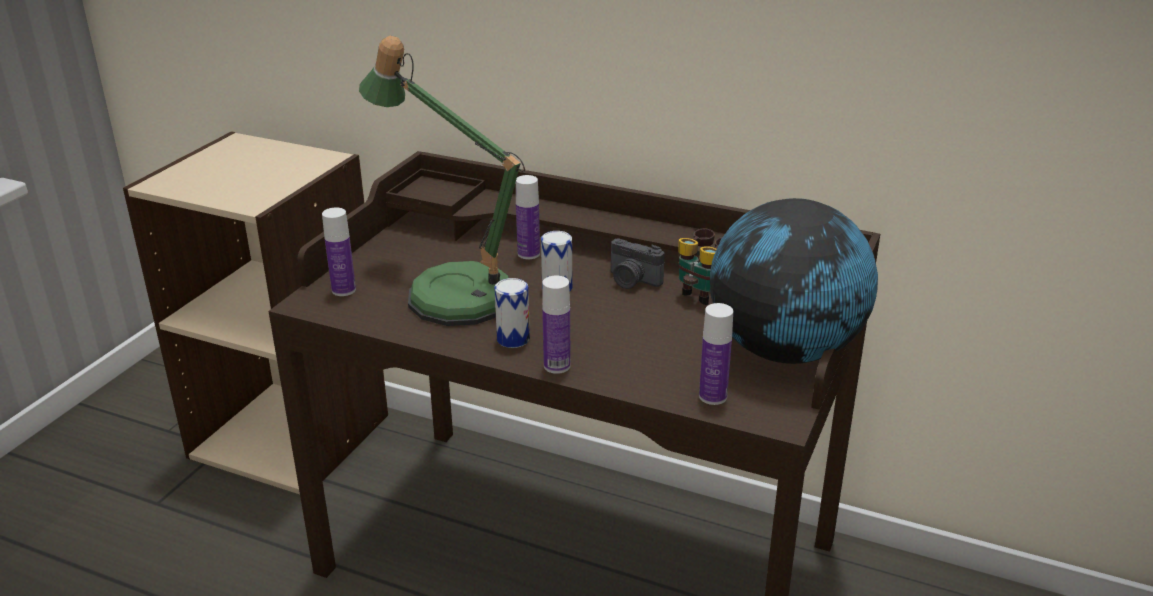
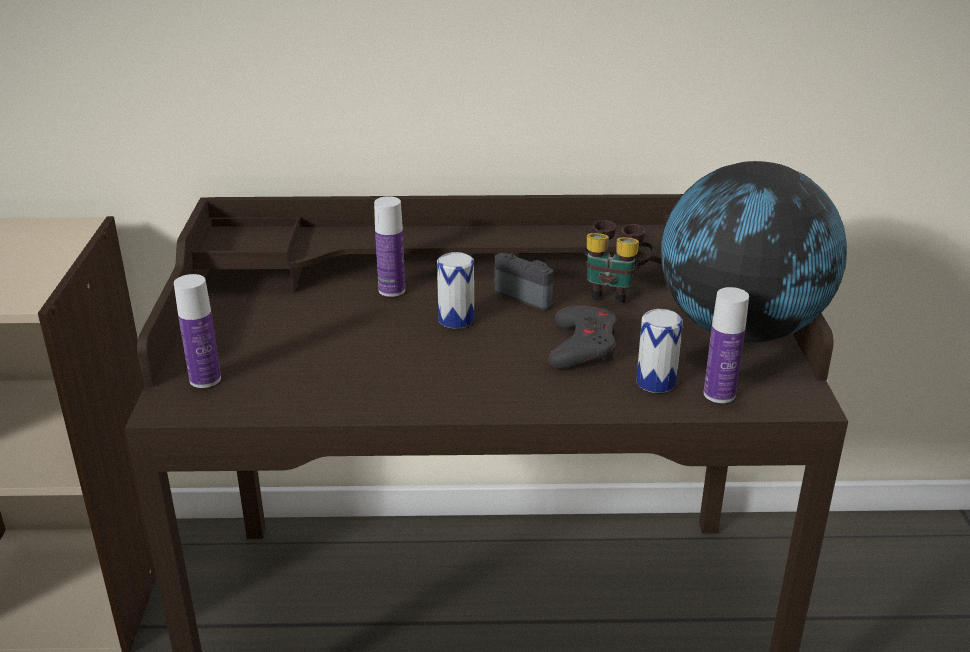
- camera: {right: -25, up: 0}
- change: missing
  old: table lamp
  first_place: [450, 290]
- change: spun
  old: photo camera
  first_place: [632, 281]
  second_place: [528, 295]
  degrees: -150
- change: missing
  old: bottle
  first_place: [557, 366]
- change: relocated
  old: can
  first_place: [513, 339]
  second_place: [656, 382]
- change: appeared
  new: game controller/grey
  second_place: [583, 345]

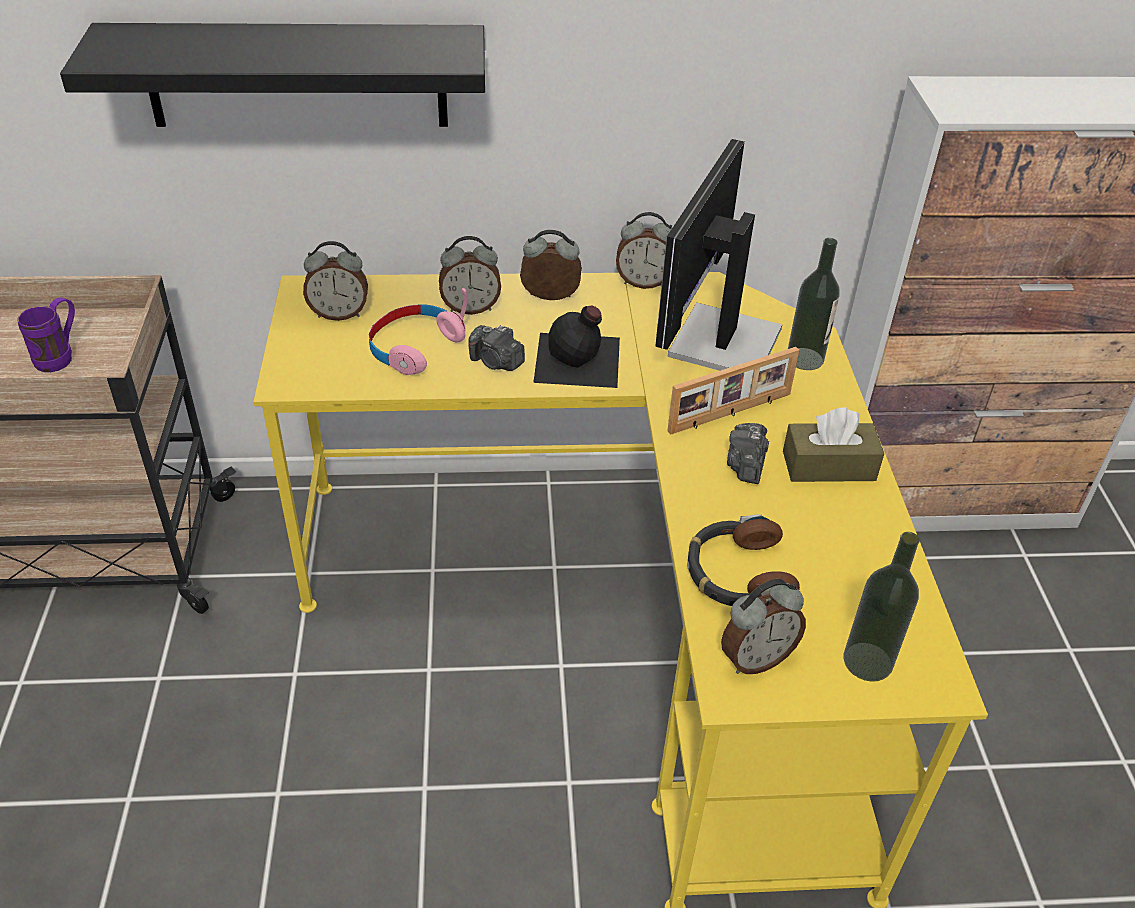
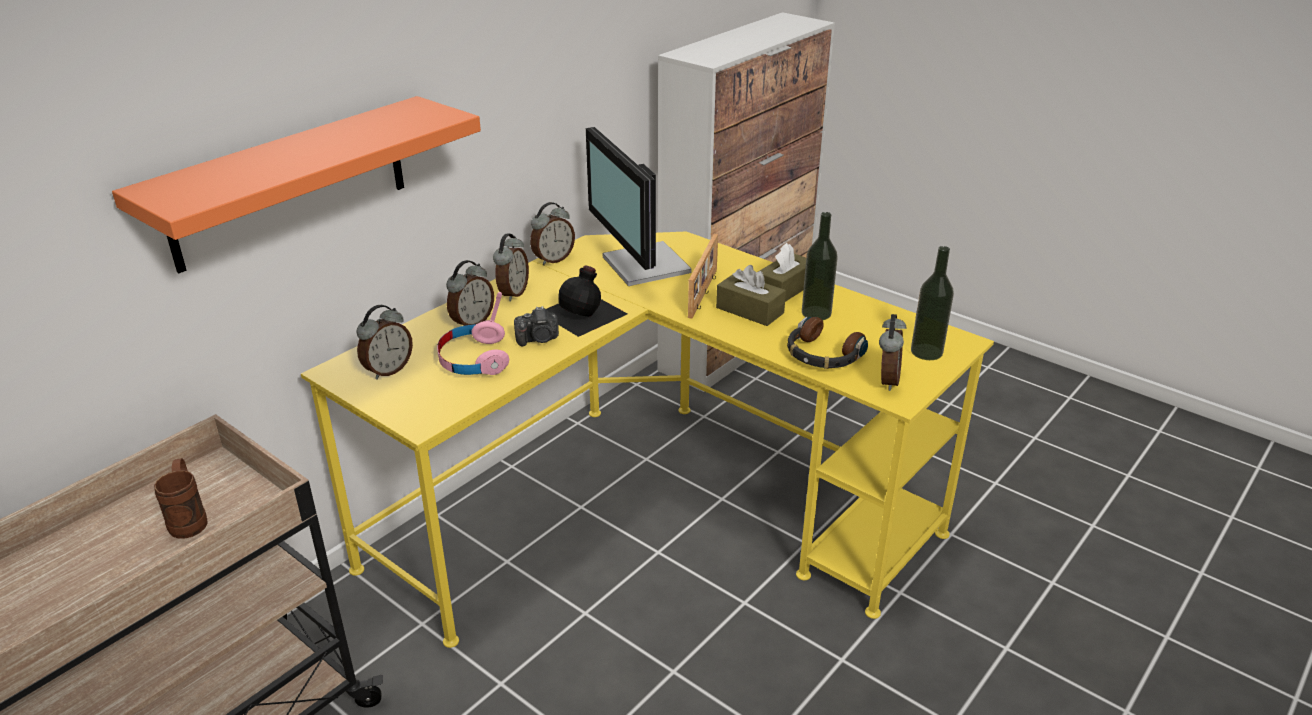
- camera: {right: -45, up: -10}
- change: colour
  old: shelf/black
  new: shelf/orange
  first_place: [297, 75]
  second_place: [290, 183]
- change: spun
  old: alarm clock
  first_place: [550, 298]
  second_place: [512, 293]
  degrees: 150
- change: relocated
  old: bottle
  first_place: [805, 359]
  second_place: [816, 313]
- change: colour
  old: mug/purple
  new: mug/brown
  first_place: [61, 356]
  second_place: [190, 519]
- change: exchanged
  old: photo camera
  new: tissue box/brown
  first_place: [746, 466]
  second_place: [750, 310]

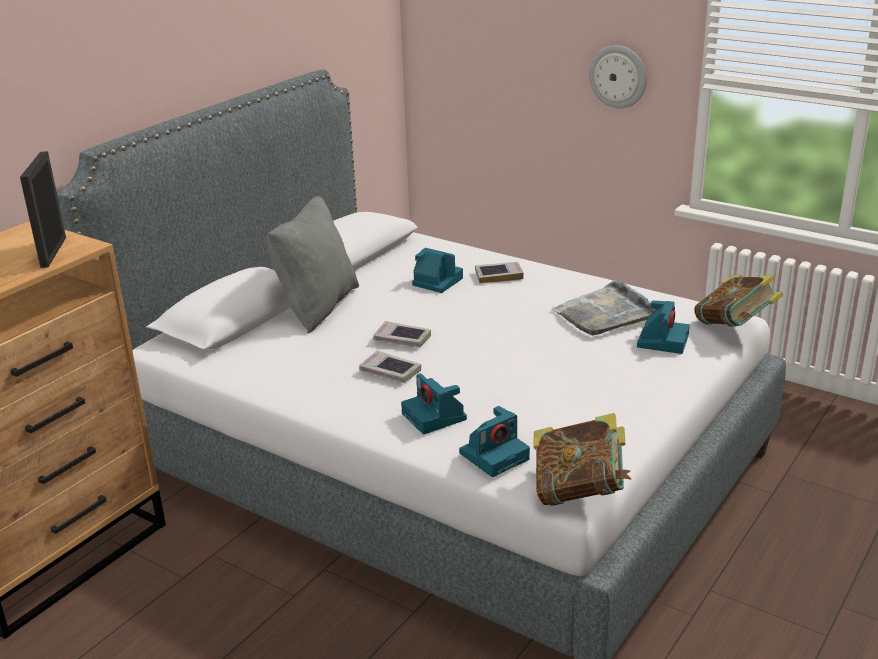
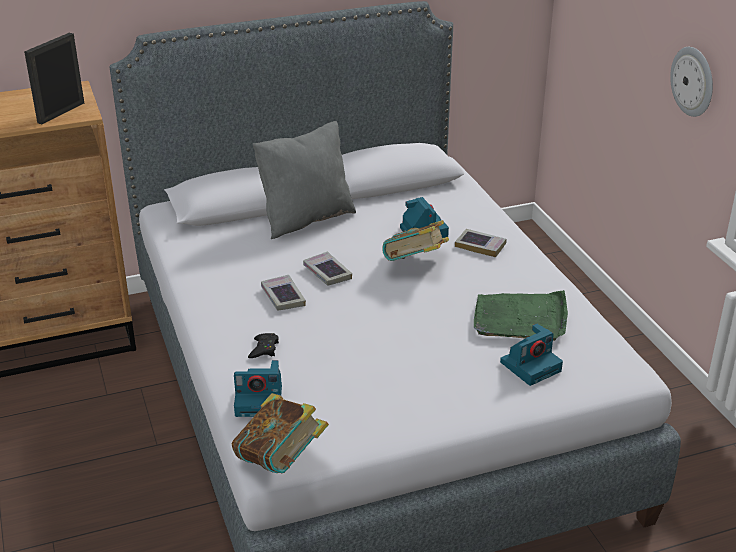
- camera: {right: 35, up: 5}
- change: relocated
  old: book
  first_place: [734, 328]
  second_place: [415, 265]
- change: colour
  old: tray/grey
  new: tray/green
  first_place: [606, 313]
  second_place: [520, 319]
- change: exchanged
  old: photo camera
  new: game controller/black
  first_place: [435, 417]
  second_place: [264, 349]

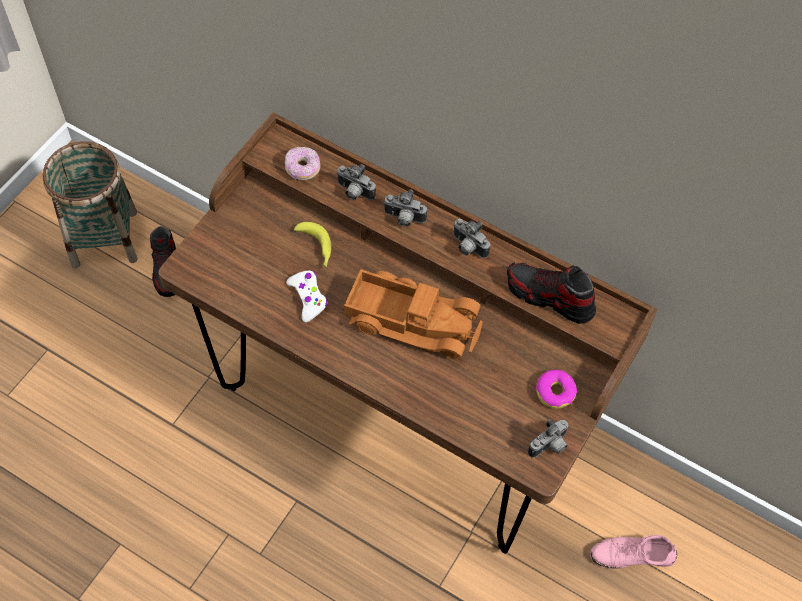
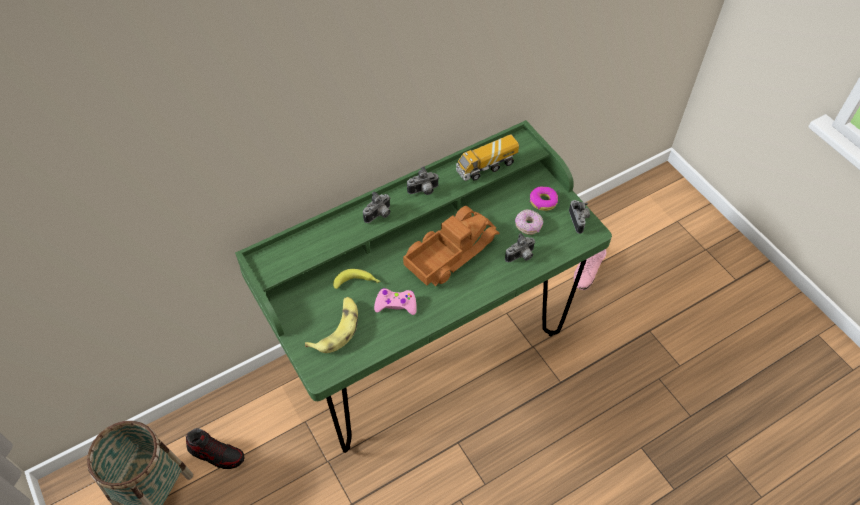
- camera: {right: -60, up: -5}
- change: colour
  old: desk/brown
  new: desk/green
  first_place: [396, 416]
  second_place: [429, 352]
- change: relocated
  old: donut
  first_place: [302, 168]
  second_place: [528, 226]
- change: relocated
  old: photo camera
  first_place: [354, 192]
  second_place: [521, 257]
- change: exchanged
  old: shoe
  new: toy truck
  first_place: [549, 297]
  second_place: [486, 167]
- change: colour
  old: game controller/white
  new: game controller/pink
  first_place: [308, 298]
  second_place: [396, 304]
- change: appeared
  new: banana
  second_place: [337, 328]

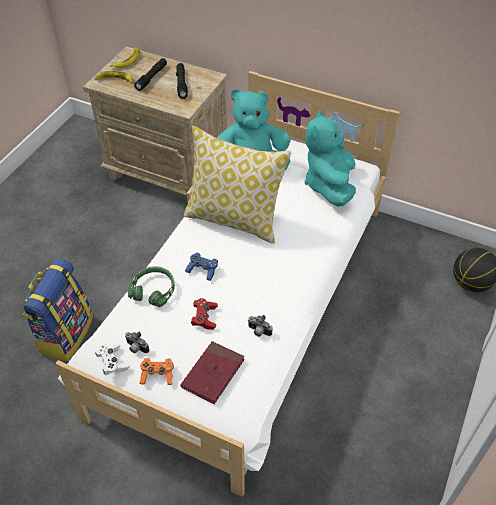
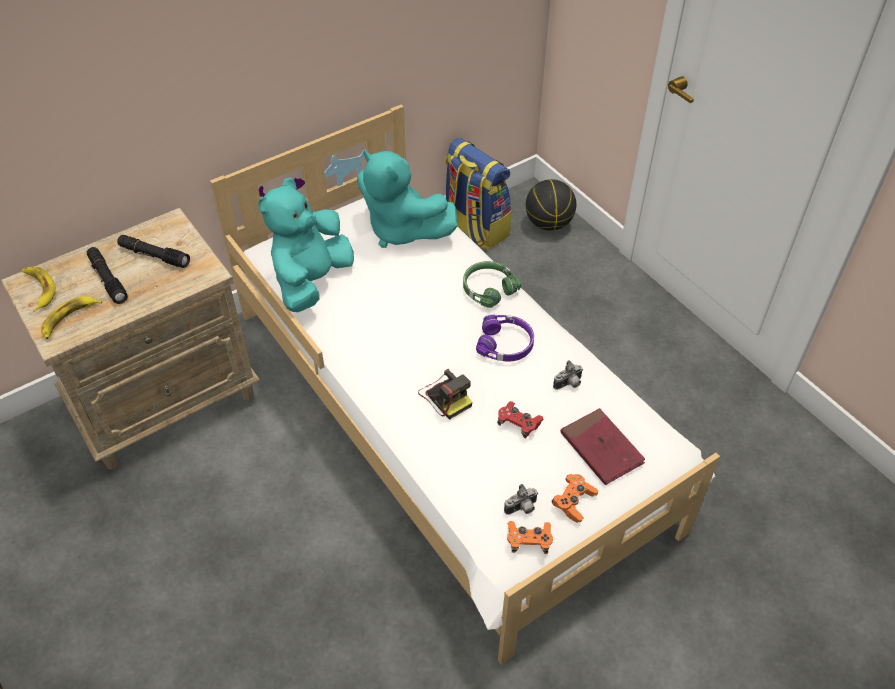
- camera: {right: -60, up: 0}
- change: missing
  old: pillow
  first_place: [235, 219]
- change: exchanged
  old: game controller/blue
  new: photo camera
  first_place: [202, 270]
  second_place: [445, 396]
- change: relocated
  old: backpack
  first_place: [65, 334]
  second_place: [474, 228]
- change: relocated
  old: headphones/green
  first_place: [154, 289]
  second_place: [488, 288]
- change: colour
  old: game controller/white
  new: game controller/orange
  first_place: [113, 362]
  second_place: [529, 541]
- change: appeared
  new: headphones/purple
  second_place: [506, 344]

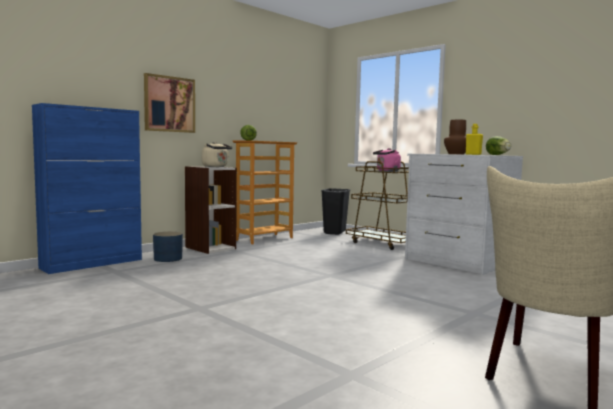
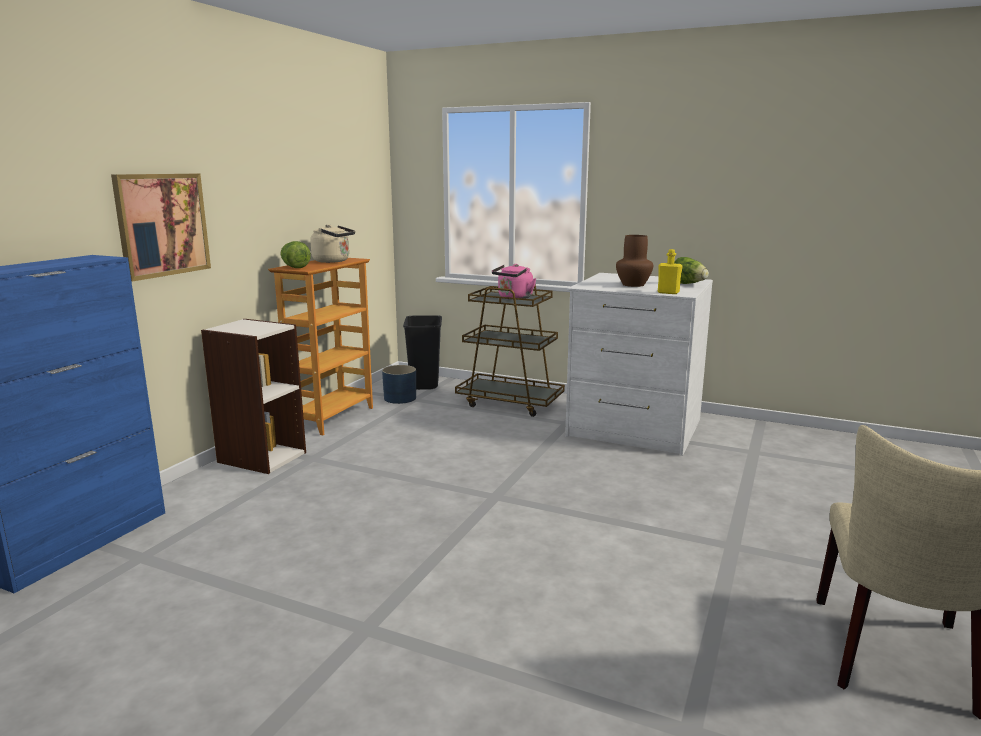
- camera: {right: -20, up: 10}
- change: relocated
  old: kettle/beige
  first_place: [216, 167]
  second_place: [333, 261]
- change: relocated
  old: planter/blue
  first_place: [168, 259]
  second_place: [400, 398]

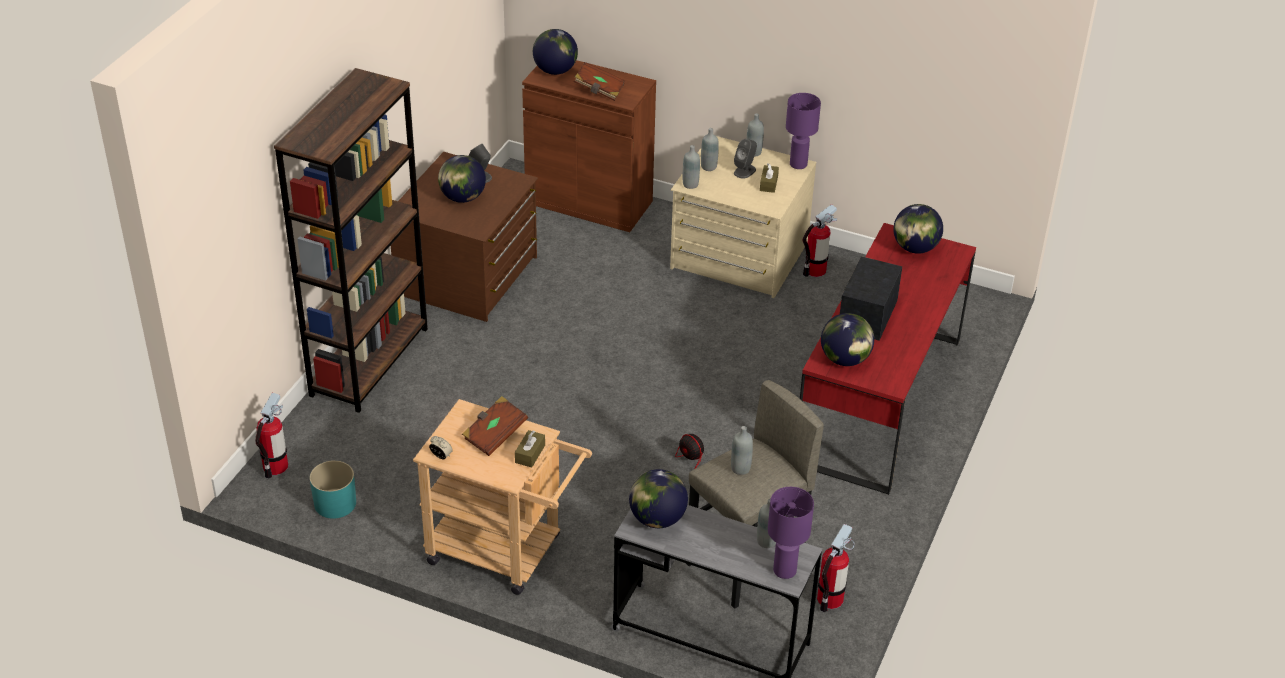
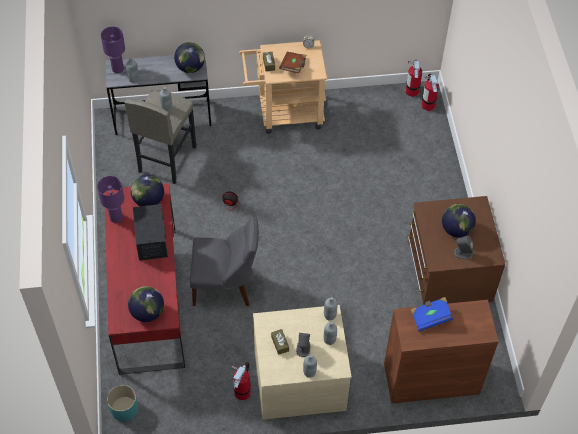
- camera: {right: 150, up: 15}
- change: missing
  old: globe
  first_place: [555, 70]
- change: colour
  old: book/brown
  new: book/blue
  first_place: [599, 90]
  second_place: [430, 317]
- change: missing
  old: bookcase/brown
  first_place: [369, 361]
- change: relocated
  old: table lamp/purple
  first_place: [798, 165]
  second_place: [116, 217]
- change: relocated
  old: planter/turquoise
  first_place: [335, 503]
  second_place: [124, 409]
- change: relocated
  old: fire extinguisher
  first_place: [830, 599]
  second_place: [412, 91]
- change: appeared
  new: chair/grey
  second_place: [225, 286]

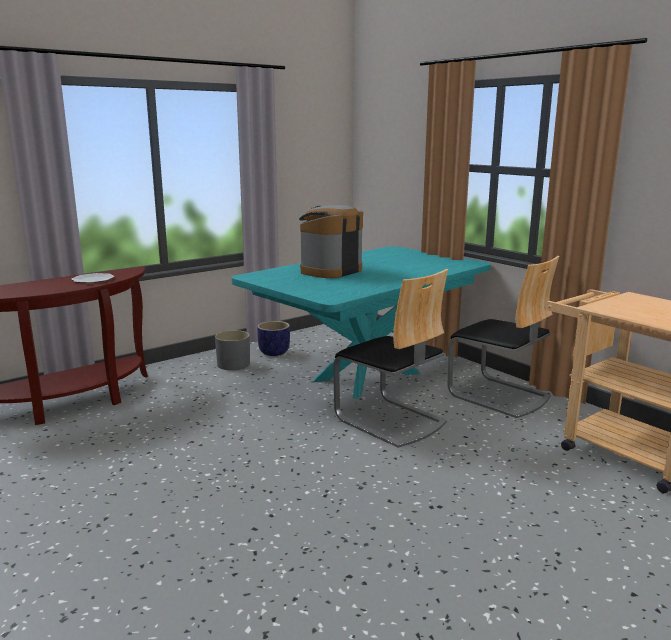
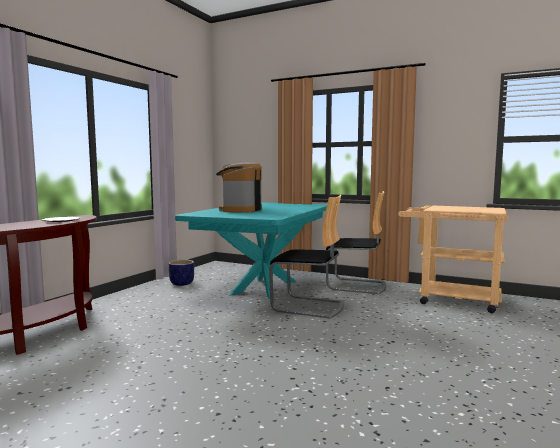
- camera: {right: -25, up: -10}
- change: missing
  old: planter/grey
  first_place: [233, 364]

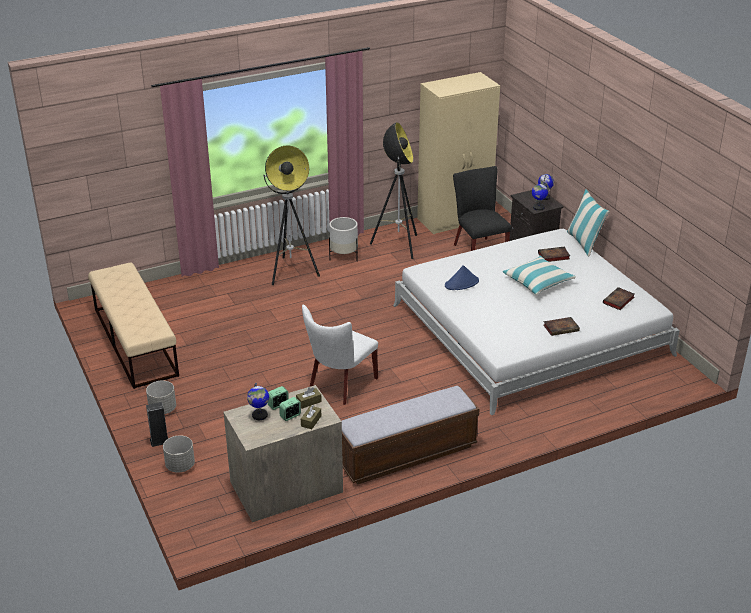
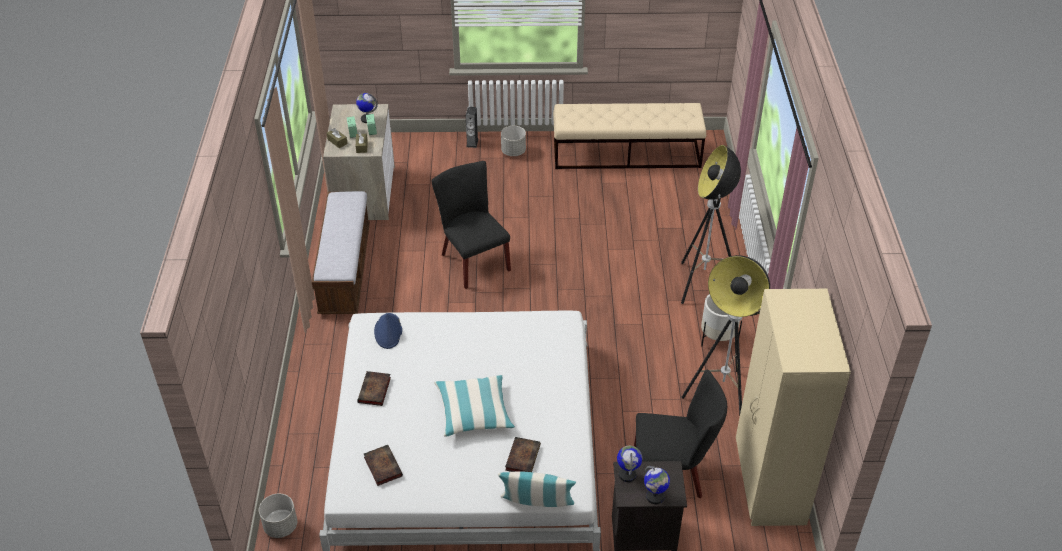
- camera: {right: 115, up: 10}
- change: relocated
  old: hat/blue
  first_place: [462, 283]
  second_place: [388, 332]
- change: colour
  old: chair/white
  new: chair/black
  first_place: [340, 385]
  second_place: [472, 260]
- change: relocated
  old: planter/grey
  first_place: [180, 466]
  second_place: [280, 526]

